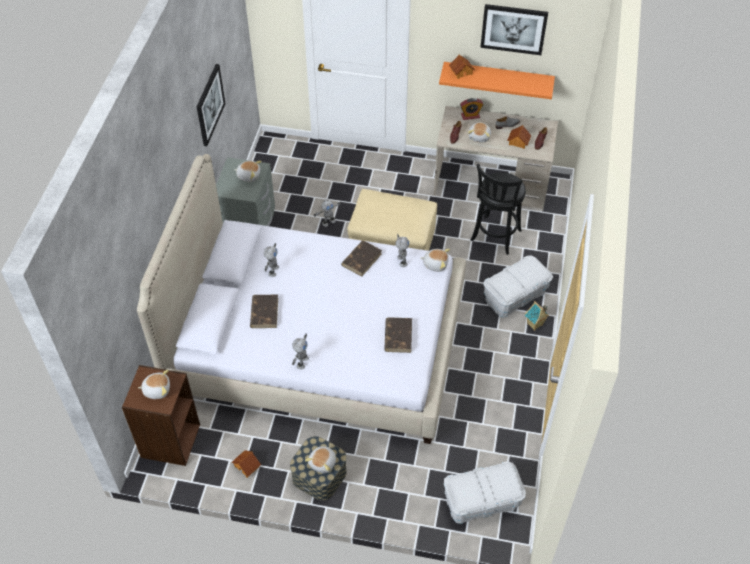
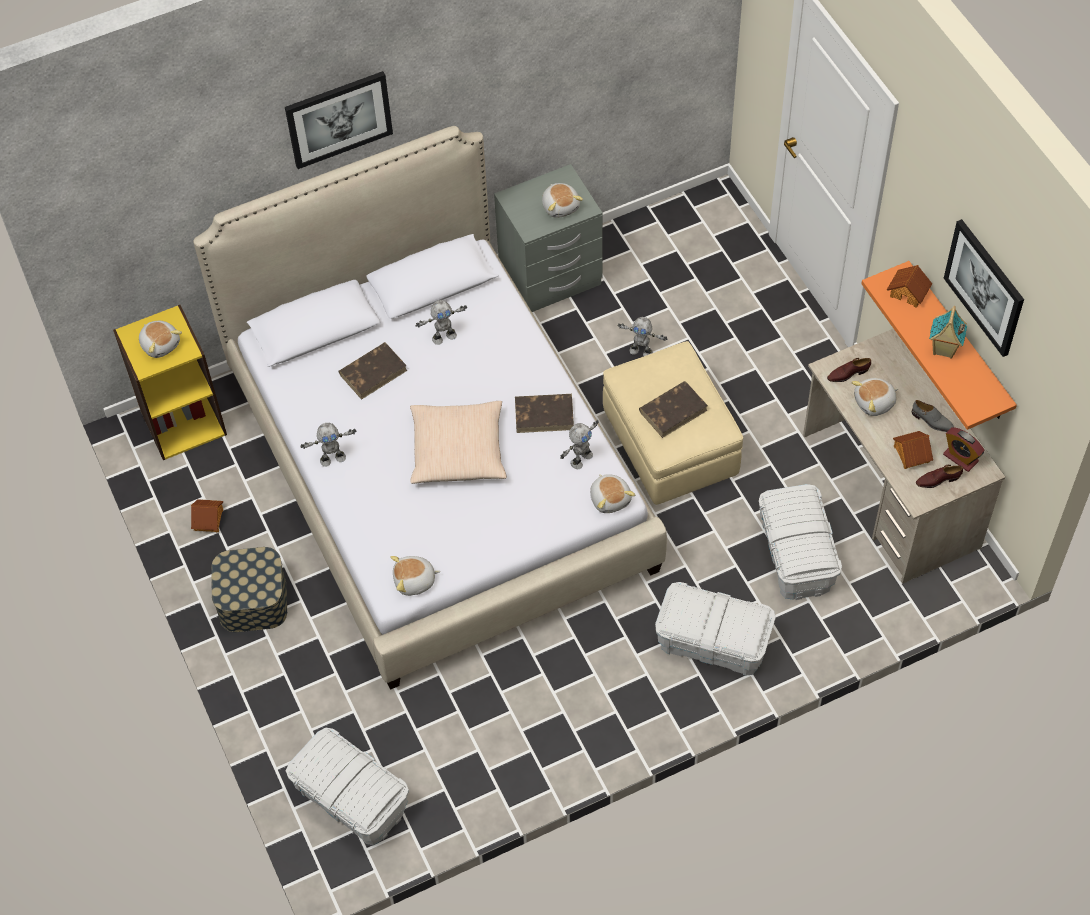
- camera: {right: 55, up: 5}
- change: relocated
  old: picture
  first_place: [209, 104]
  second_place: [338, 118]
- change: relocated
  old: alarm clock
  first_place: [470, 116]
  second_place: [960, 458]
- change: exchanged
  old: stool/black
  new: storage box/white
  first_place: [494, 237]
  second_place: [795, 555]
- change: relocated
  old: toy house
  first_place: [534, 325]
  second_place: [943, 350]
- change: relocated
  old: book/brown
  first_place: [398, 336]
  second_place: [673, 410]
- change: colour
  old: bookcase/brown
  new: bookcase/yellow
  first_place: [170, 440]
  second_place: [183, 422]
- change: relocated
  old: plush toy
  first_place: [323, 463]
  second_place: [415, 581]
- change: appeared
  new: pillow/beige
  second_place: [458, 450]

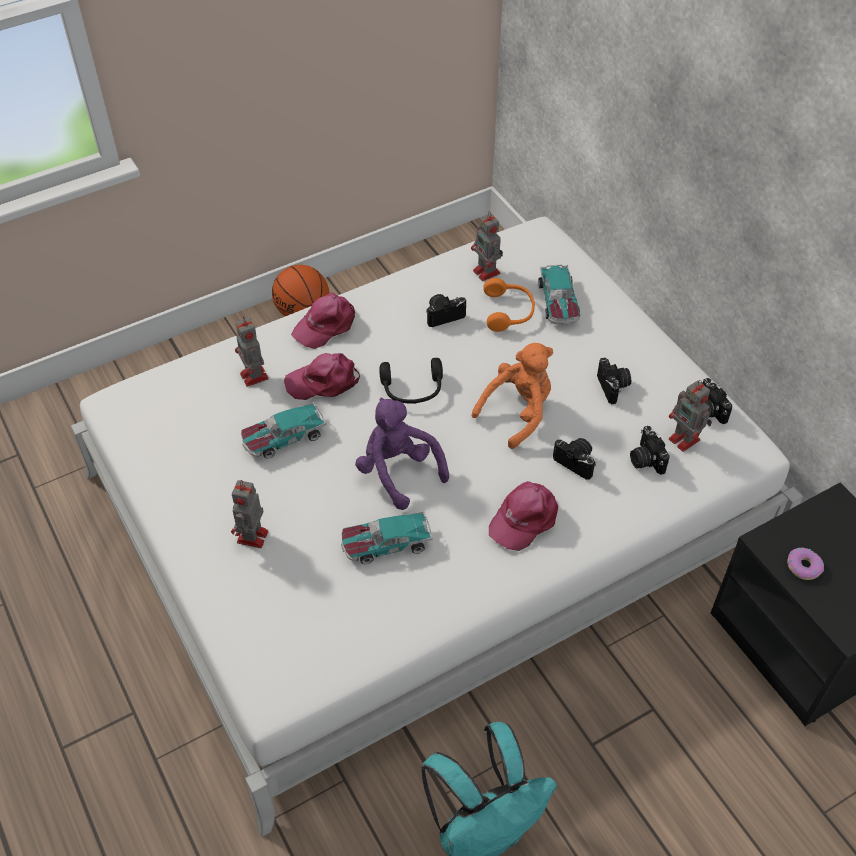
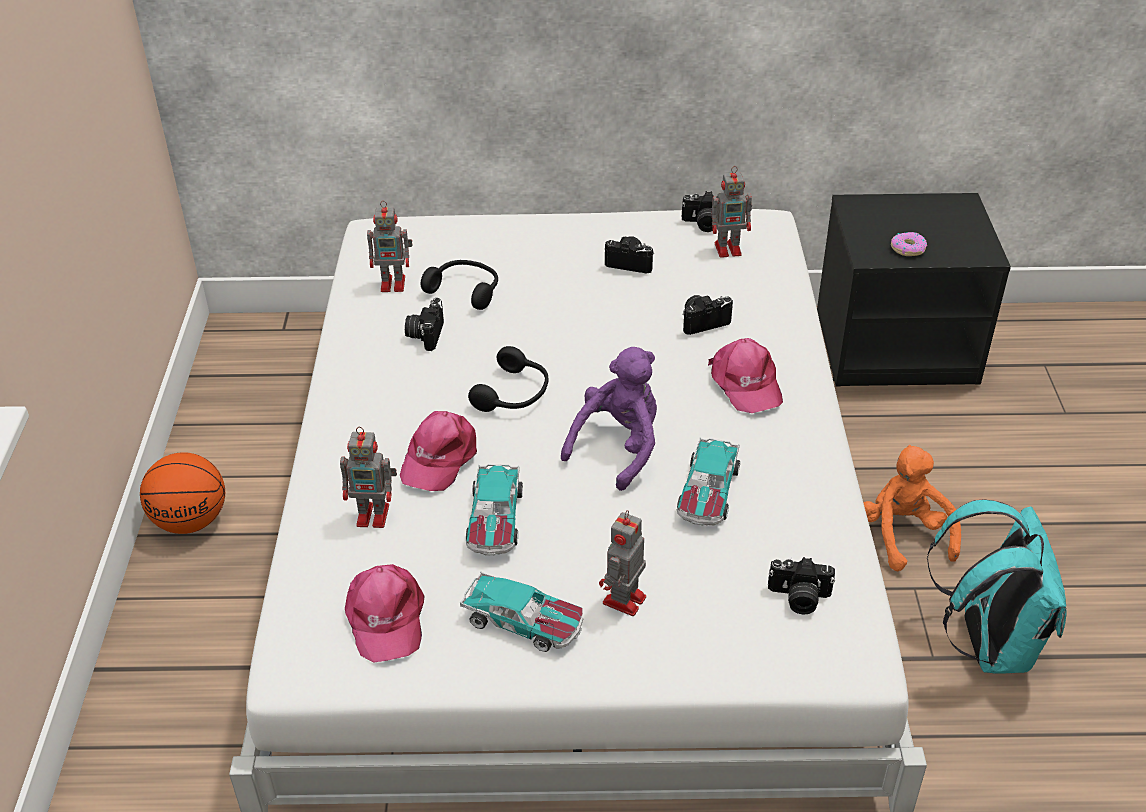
- camera: {right: -60, up: -10}
- change: relocated
  old: toy car
  first_place: [558, 302]
  second_place: [524, 622]
- change: colour
  old: headphones/orange
  new: headphones/black
  first_place: [509, 312]
  second_place: [465, 290]
- change: relocated
  old: cap/pink
  first_place: [326, 325]
  second_place: [385, 618]
- change: relocated
  old: plush toy/orange
  first_place: [518, 412]
  second_place: [904, 535]
- change: spun
  old: plush toy/purple
  first_place: [398, 471]
  second_place: [618, 447]
  degrees: 135
- change: relocated
  old: photo camera
  first_place: [645, 459]
  second_place: [798, 598]
- change: spun
  old: toy robot
  first_place: [252, 538]
  second_place: [623, 601]
  degrees: 75

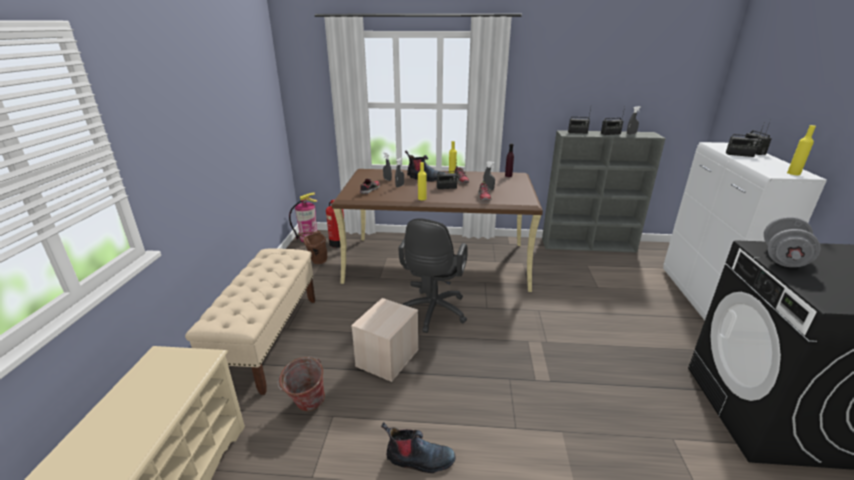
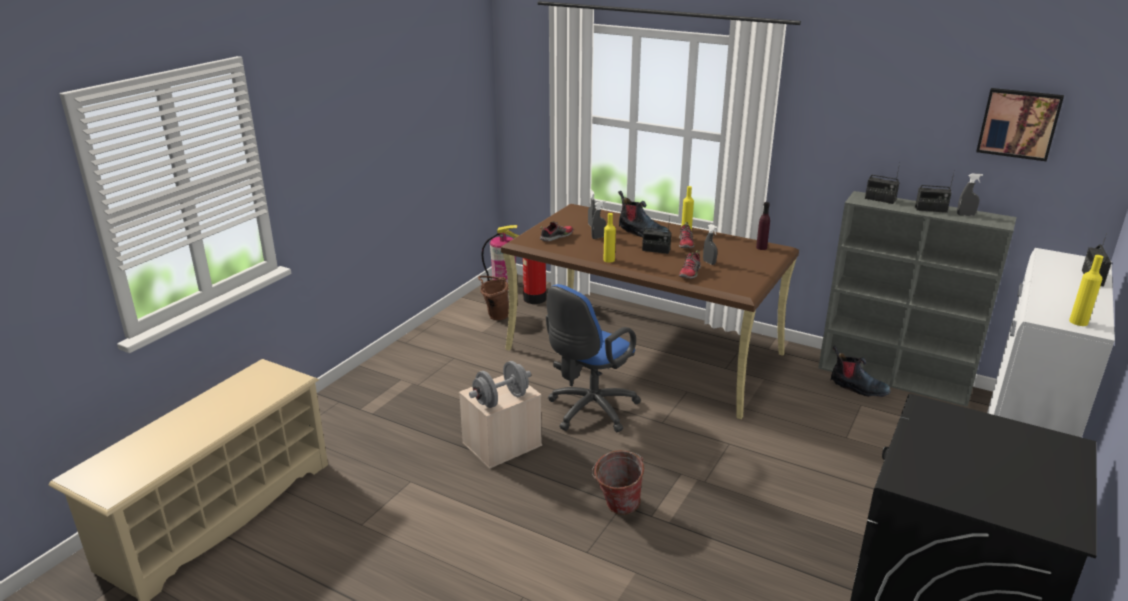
- camera: {right: 25, up: 0}
- change: missing
  old: radio
  first_place: [739, 154]
- change: relocated
  old: dumbbell/grey
  first_place: [783, 258]
  second_place: [501, 399]
- change: colour
  old: office chair/black
  new: office chair/blue
  first_place: [433, 313]
  second_place: [589, 411]
- change: missing
  old: bench/beige
  first_place: [268, 339]
- change: relocated
  old: bucket
  first_place: [306, 406]
  second_place: [617, 508]
- change: relocated
  old: boot
  first_place: [419, 460]
  second_place: [857, 388]
- change: appeared
  new: picture
  second_place: [1019, 123]

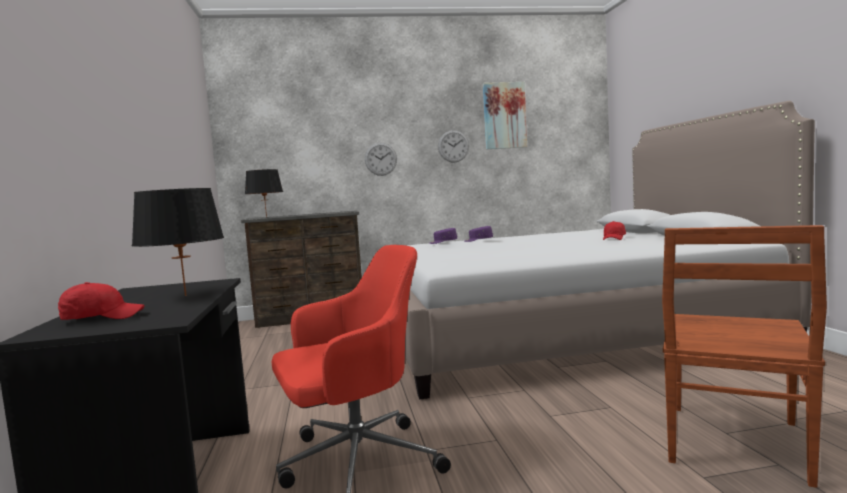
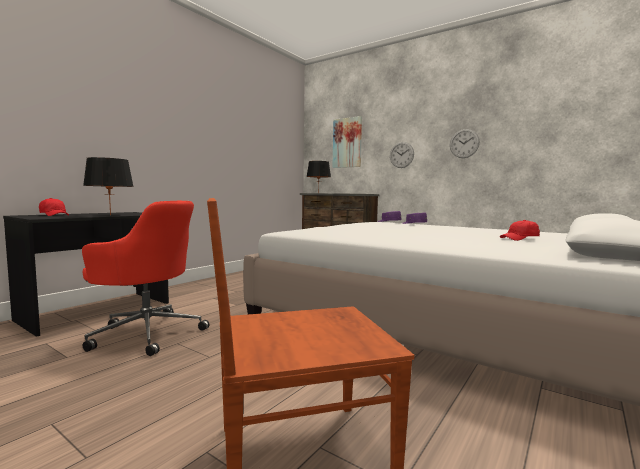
- camera: {right: 45, up: 0}
- change: relocated
  old: picture
  first_place: [504, 115]
  second_place: [347, 143]

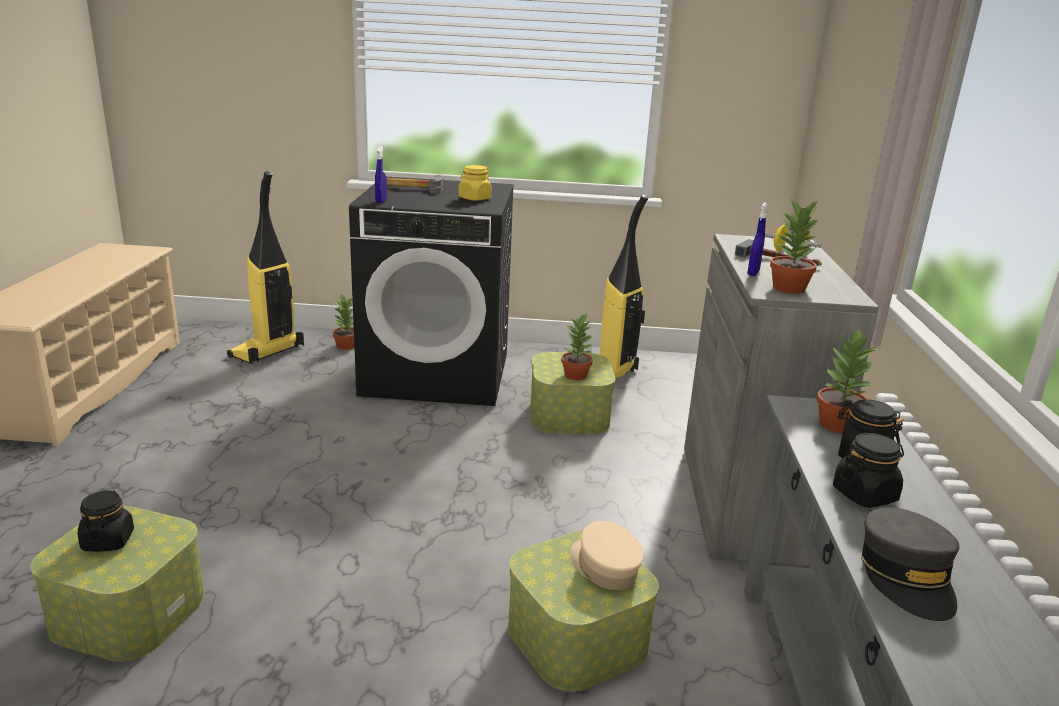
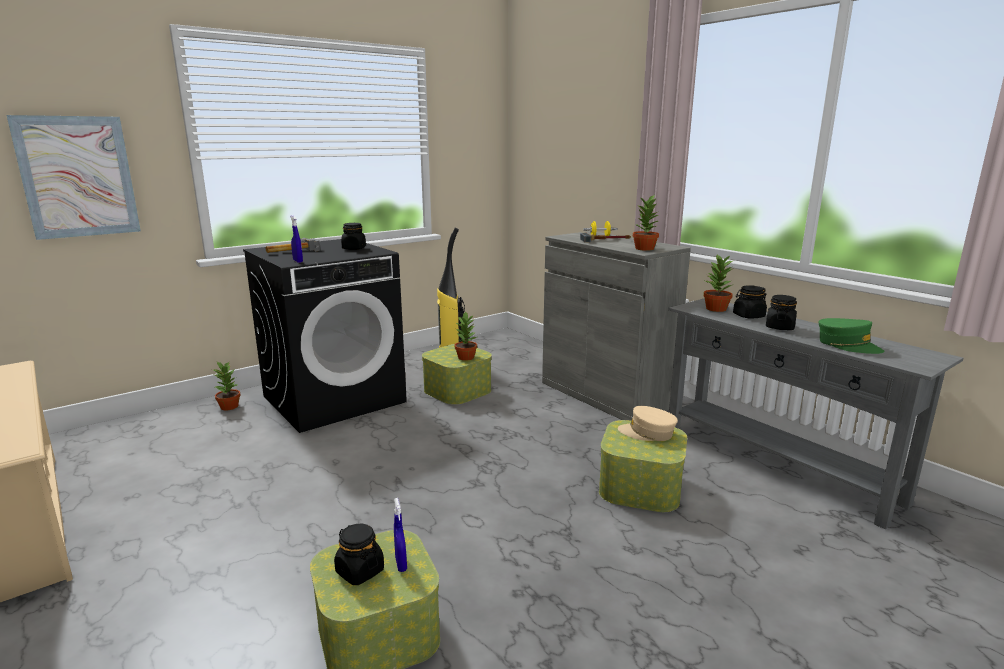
- camera: {right: -40, up: -5}
- change: colour
  old: jar/yellow
  new: jar/black
  first_place: [474, 198]
  second_place: [354, 248]
- change: missing
  old: vacuum cleaner
  first_place: [267, 352]
- change: relocated
  old: spray bottle/blue
  first_place: [753, 273]
  second_place: [401, 564]
- change: colour
  old: cap/grey
  new: cap/green
  first_place: [906, 577]
  second_place: [847, 345]
- change: appeared
  new: picture
  second_place: [78, 177]

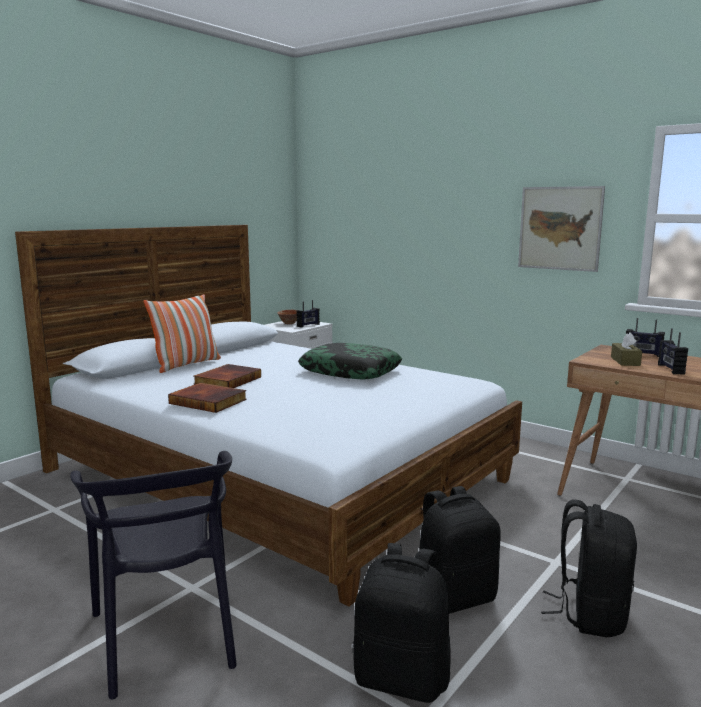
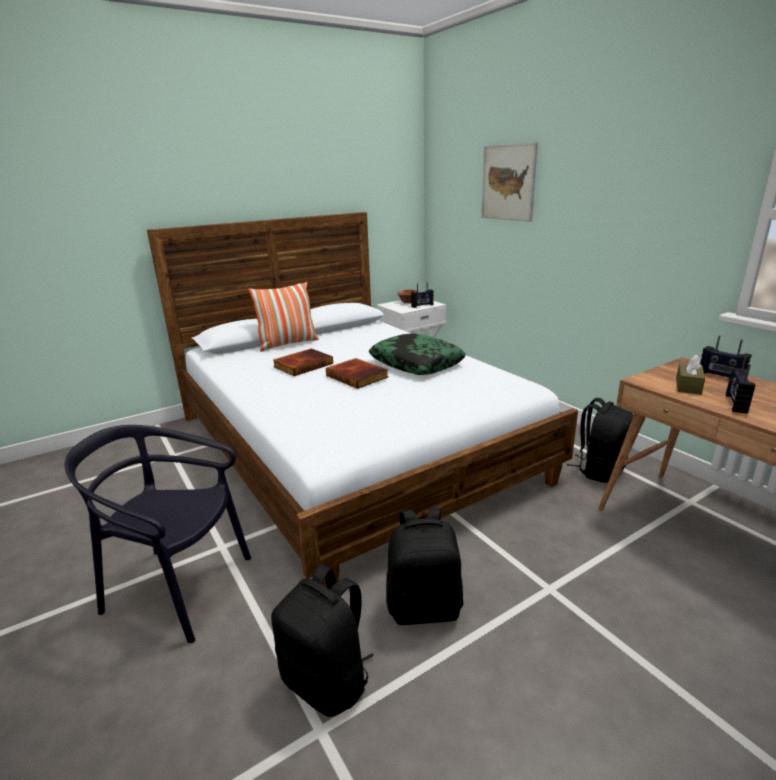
- camera: {right: 20, up: 10}
- change: relocated
  old: picture
  first_place: [560, 228]
  second_place: [508, 182]
- change: relocated
  old: book
  first_place: [209, 401]
  second_place: [358, 376]
- change: spun
  old: chair/black
  first_place: [167, 636]
  second_place: [178, 589]
  degrees: 105
- change: relocated
  old: backpack/black
  first_place: [589, 614]
  second_place: [599, 470]

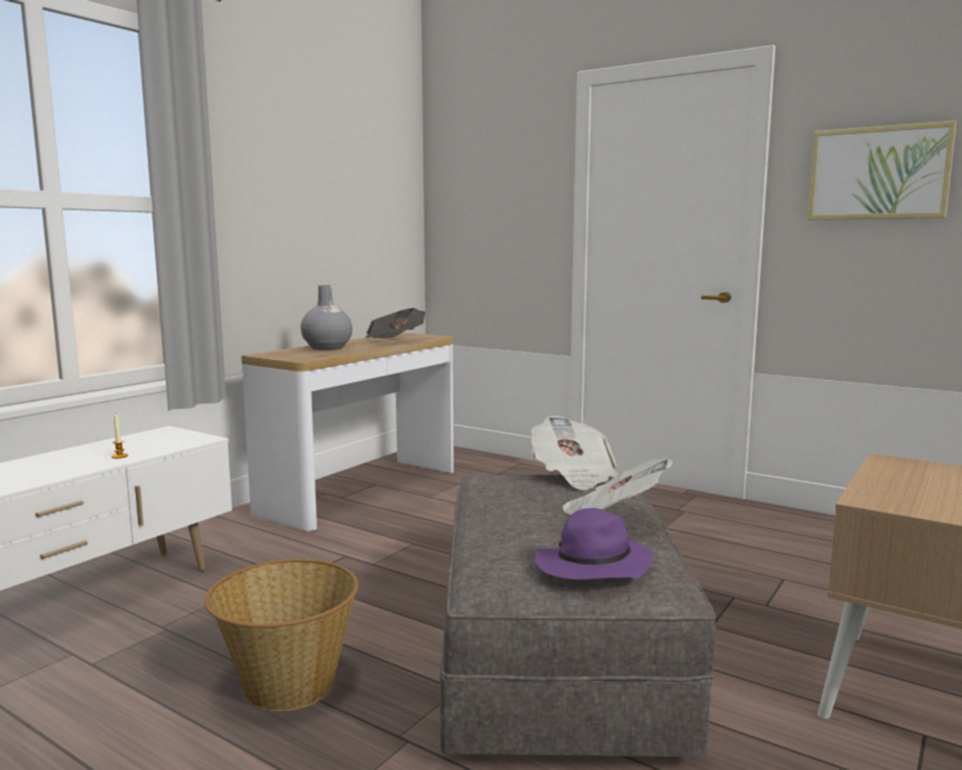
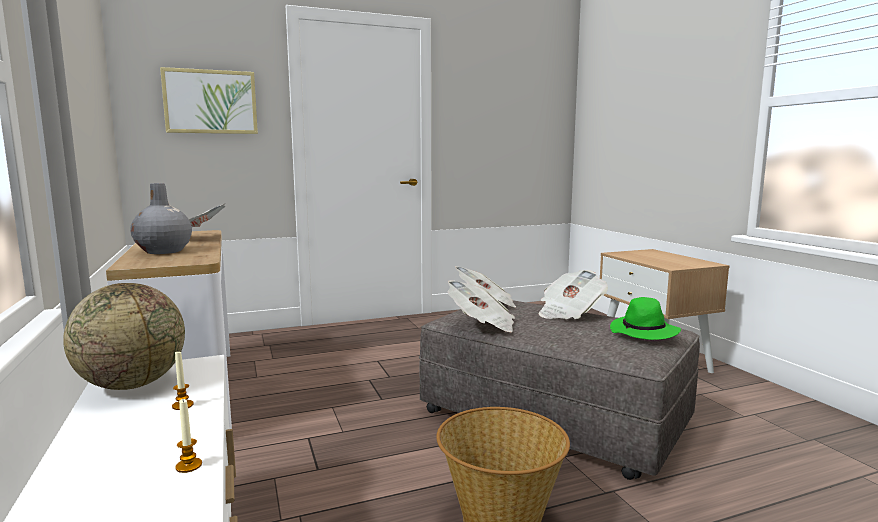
- camera: {right: -55, up: 0}
- change: relocated
  old: picture
  first_place: [878, 173]
  second_place: [210, 102]
- change: colour
  old: hat/purple
  new: hat/green
  first_place: [592, 567]
  second_place: [644, 333]
- change: appeared
  new: newspaper
  second_place: [482, 324]
- change: appeared
  new: globe
  second_place: [132, 384]
- change: appeared
  new: candle
  second_place: [188, 466]

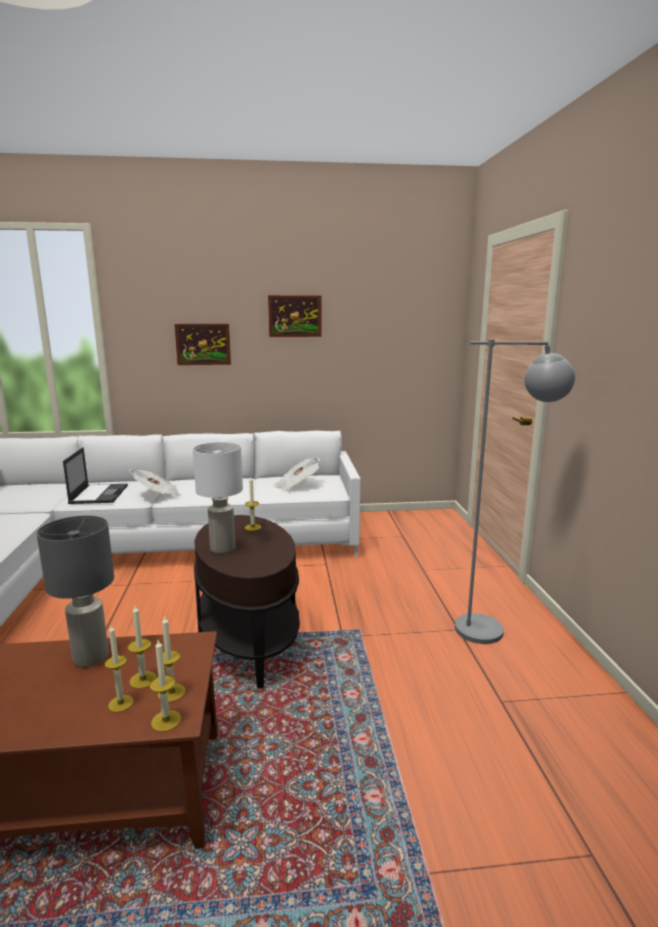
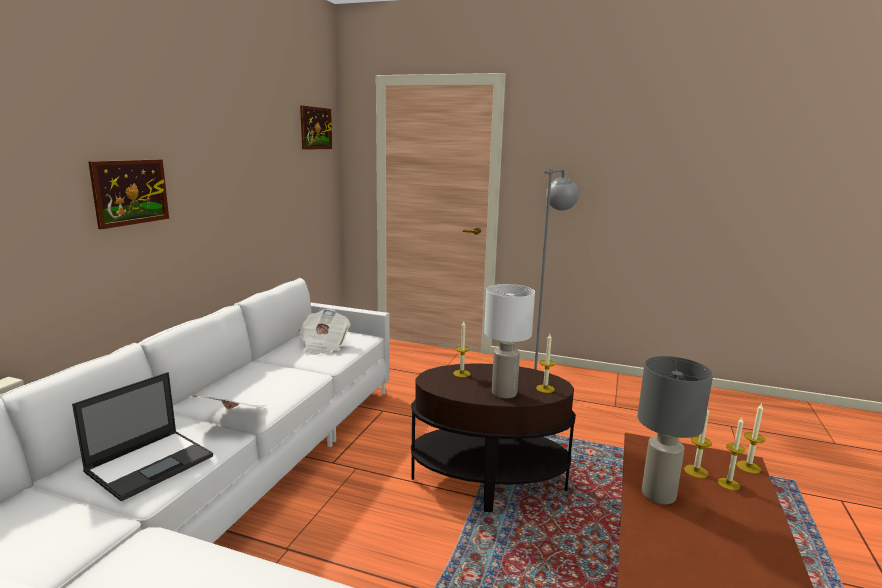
- camera: {right: -65, up: 0}
- change: relocated
  old: picture
  first_place: [295, 316]
  second_place: [316, 128]
- change: spun
  old: laptop
  first_place: [99, 494]
  second_place: [151, 463]
  degrees: 105
- change: relocated
  old: candle
  first_place: [171, 692]
  second_place: [545, 388]

